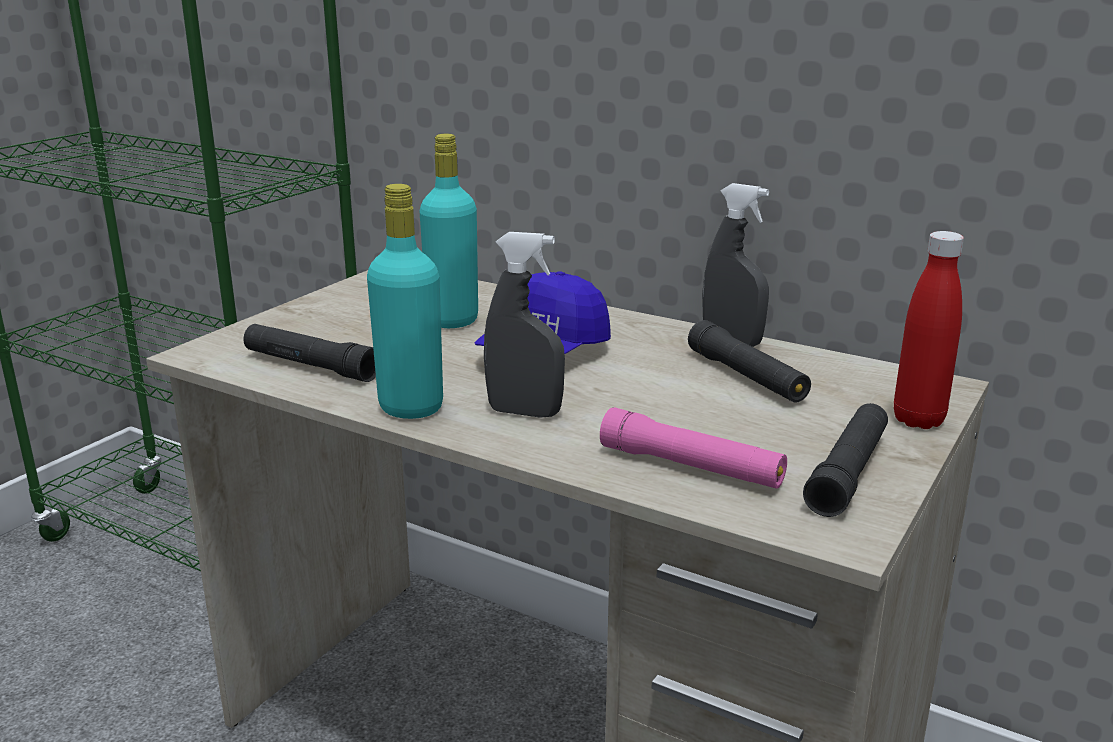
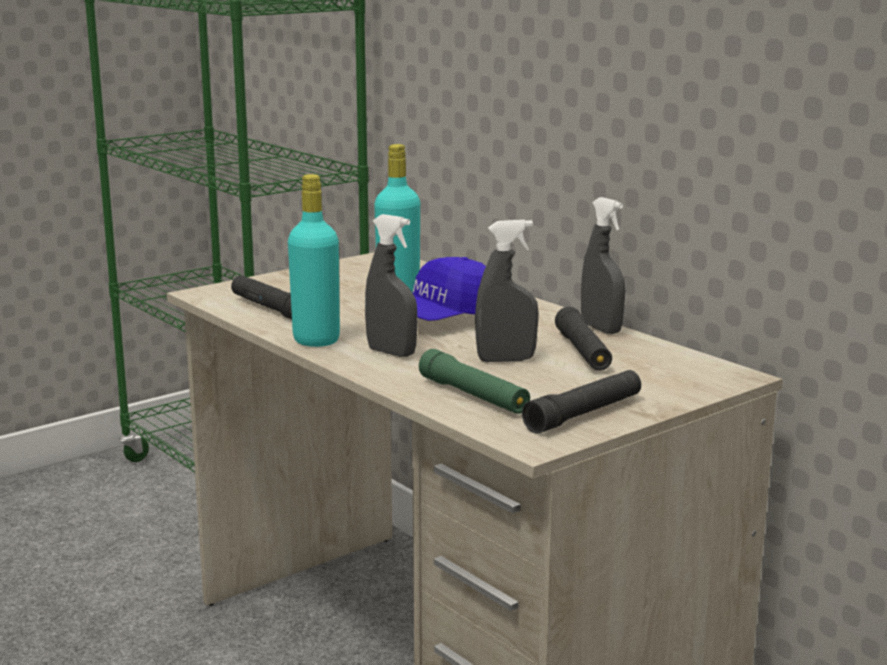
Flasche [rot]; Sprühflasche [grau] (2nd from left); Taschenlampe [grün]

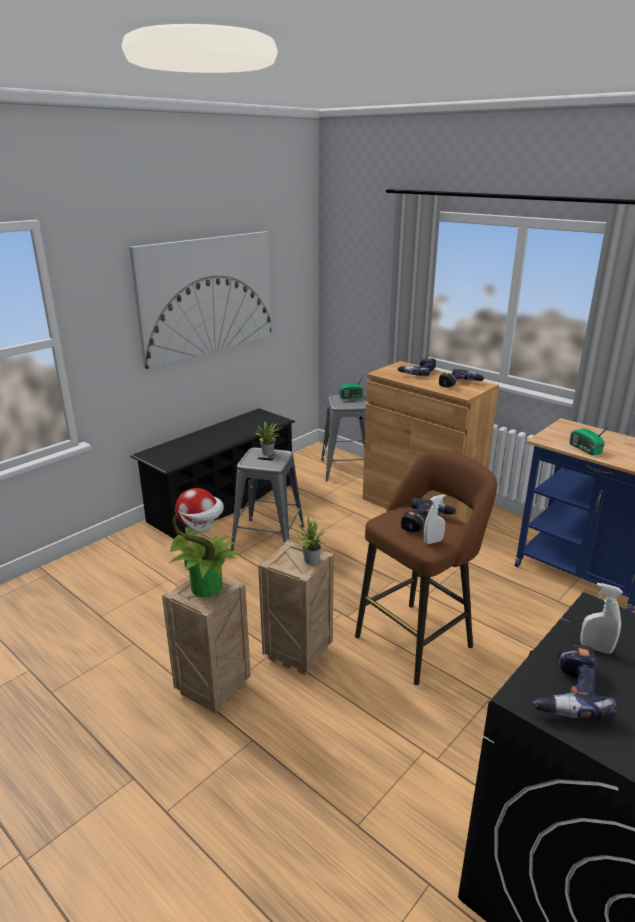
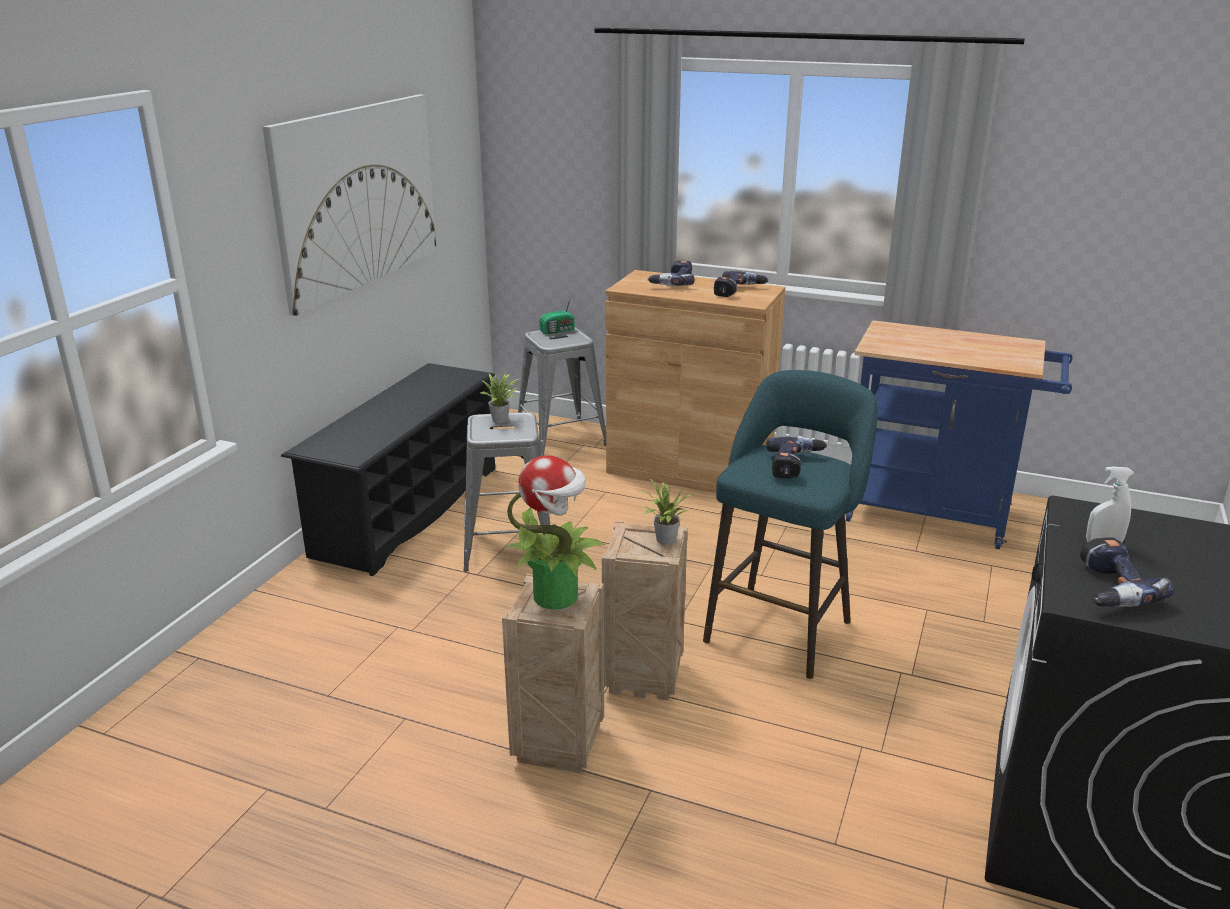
Sprühflasche [weiß] (1st from left in the first image); Radio (2nd from left in the first image); Hocker [türkis]

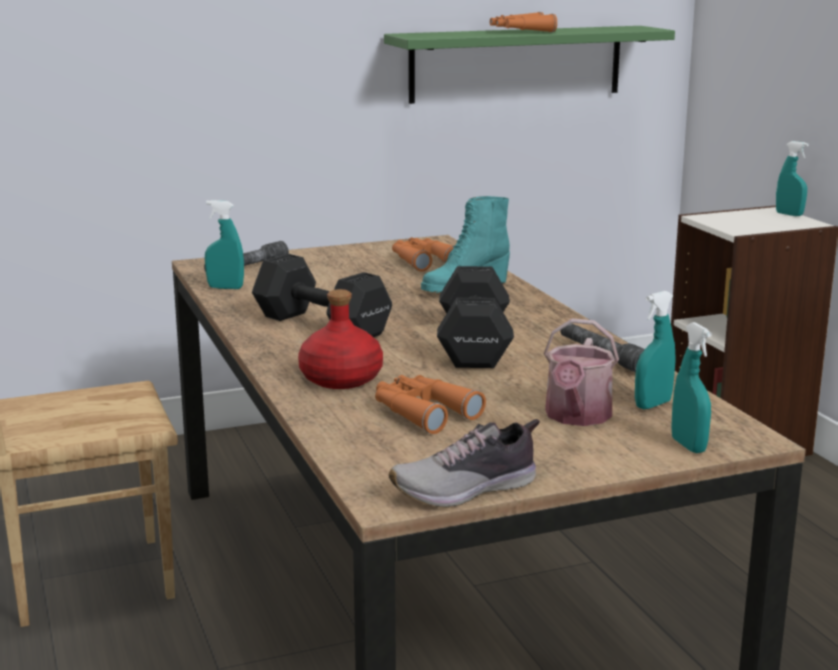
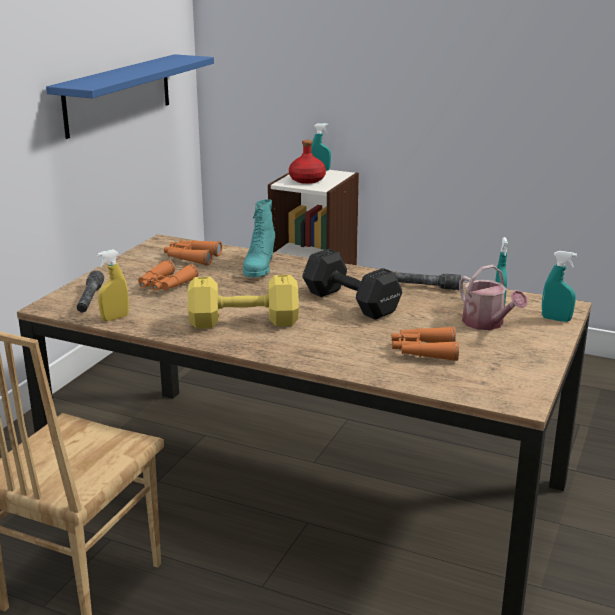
Schuh; Flasche [rot]; Fernglas [orange] (1st from left); Sprühflasche [gelb]; Hantel [gelb]; Wandregal [blau]

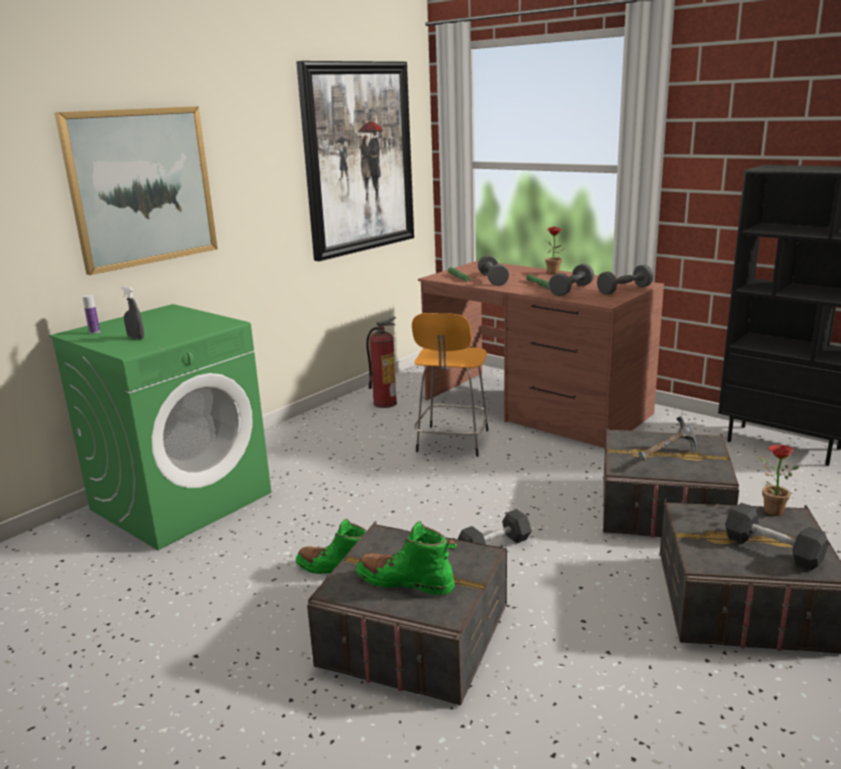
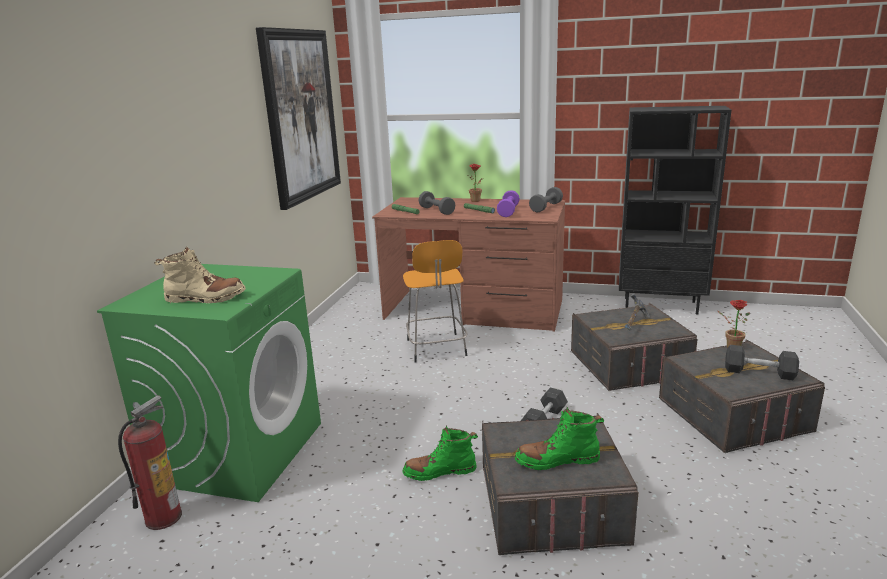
Bild (1st from left in the first image); Flasche; Feuerlöscher; Stiefel [beige]; Hantel [lila]

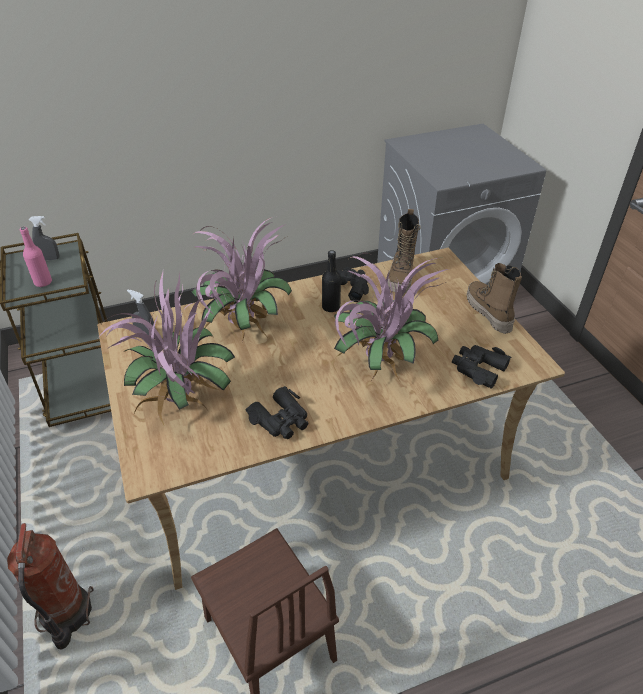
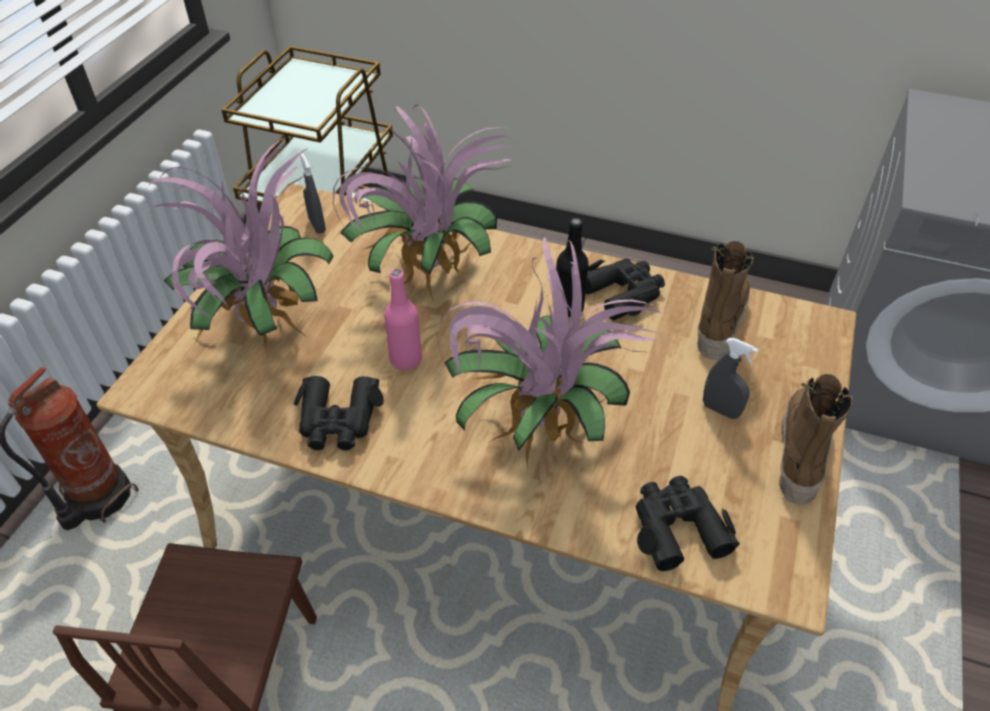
Flasche [rosa]; Sprühflasche [grau] (2nd from left); Stiefel (1st from left)

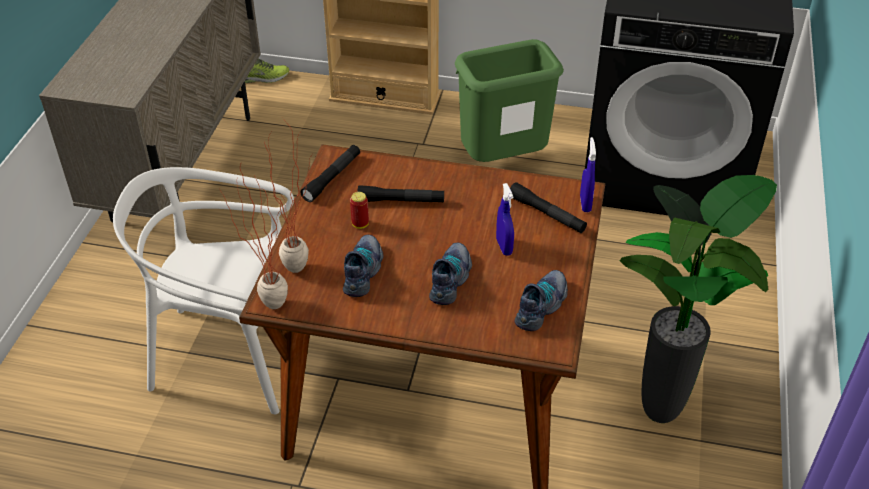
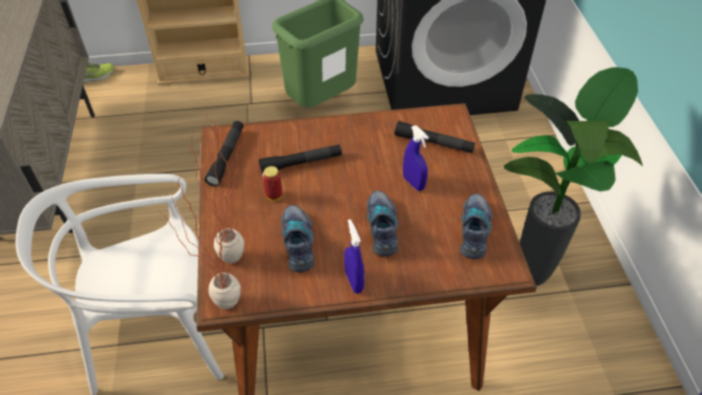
Sprühflasche [blau] (1st from left)

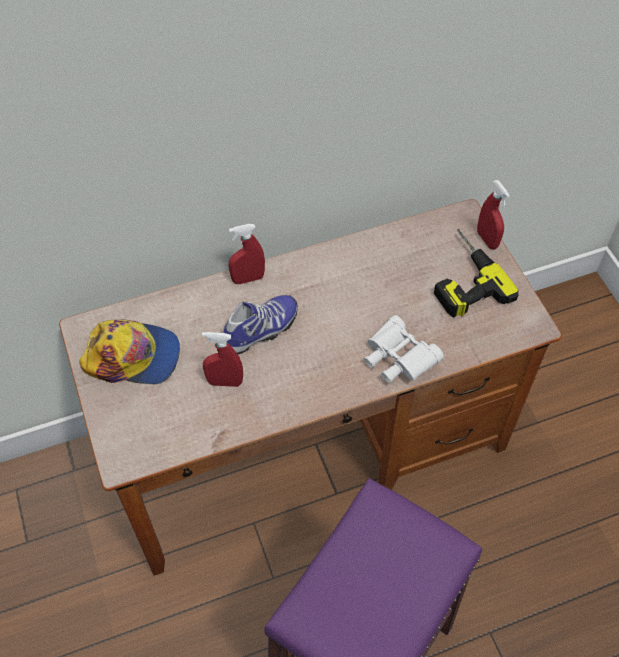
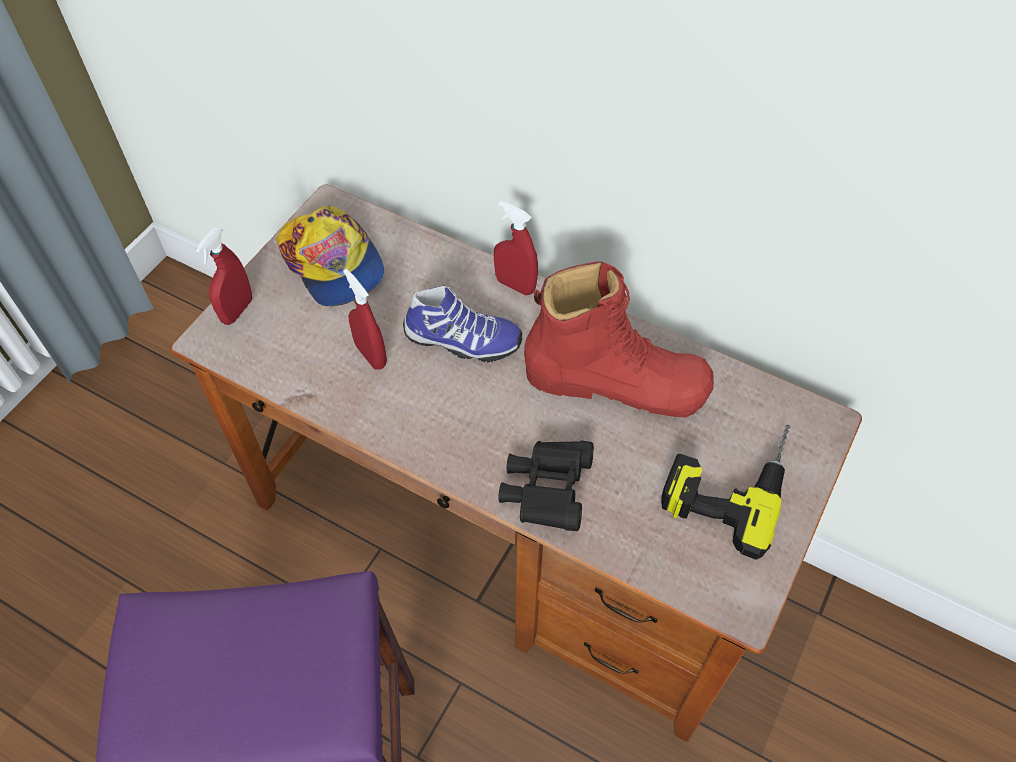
Stiefel [rot]; Sprühflasche [rot] (1st from left); Fernglas [schwarz]

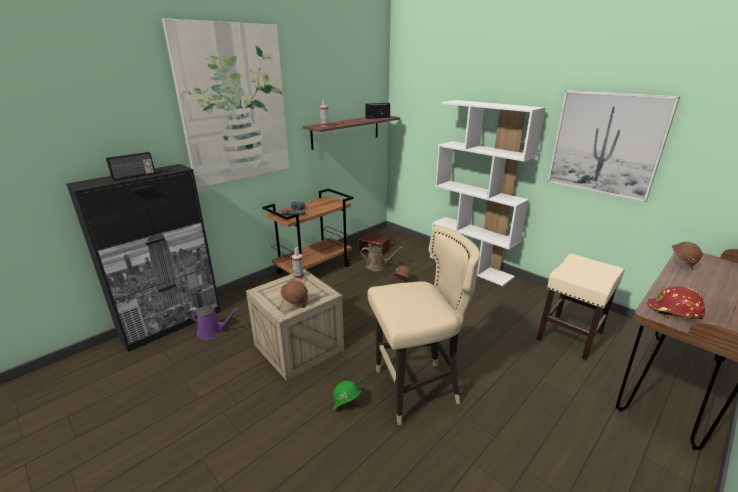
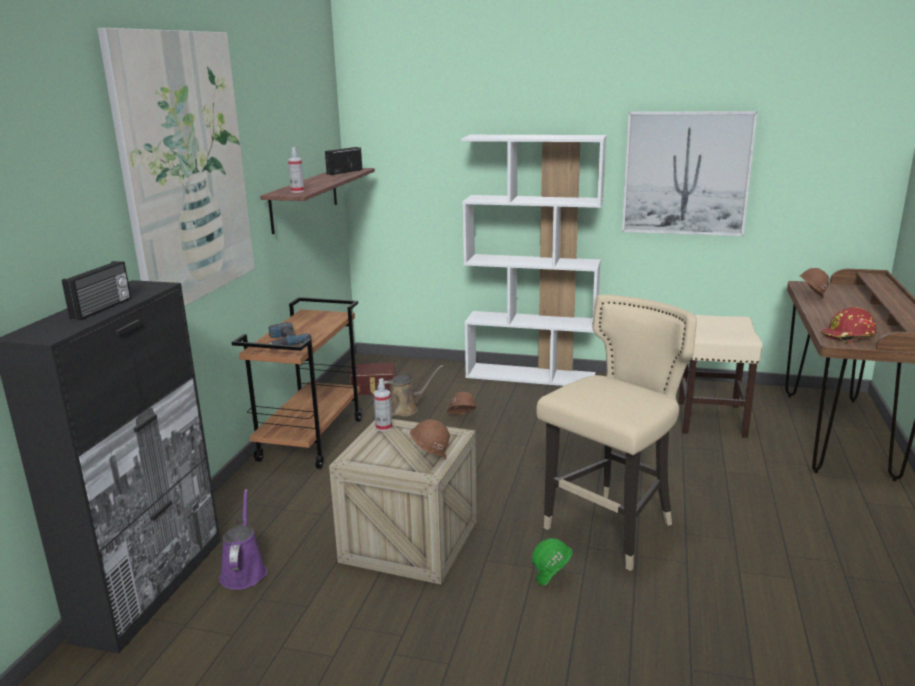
Gießkanne [lila]

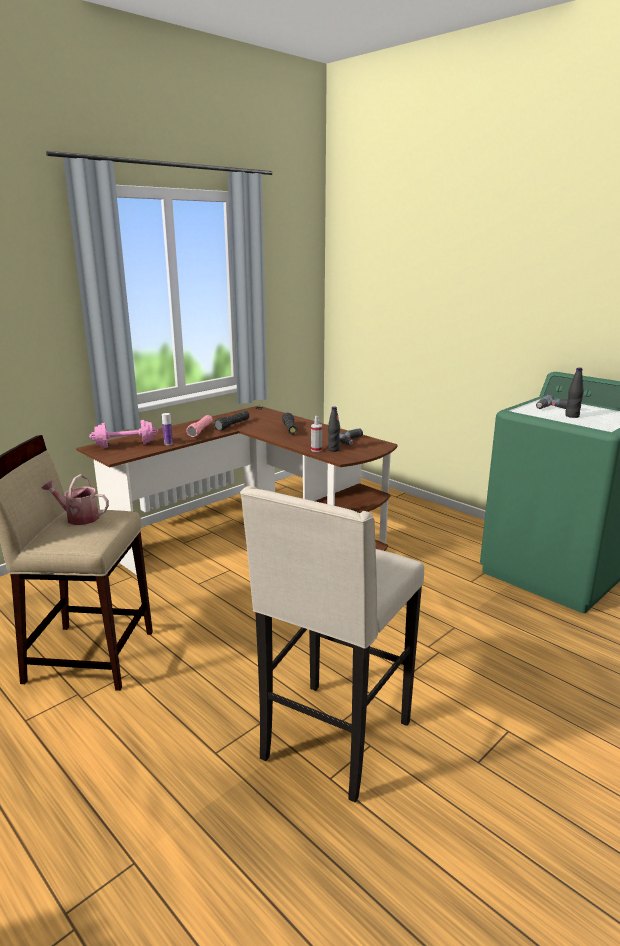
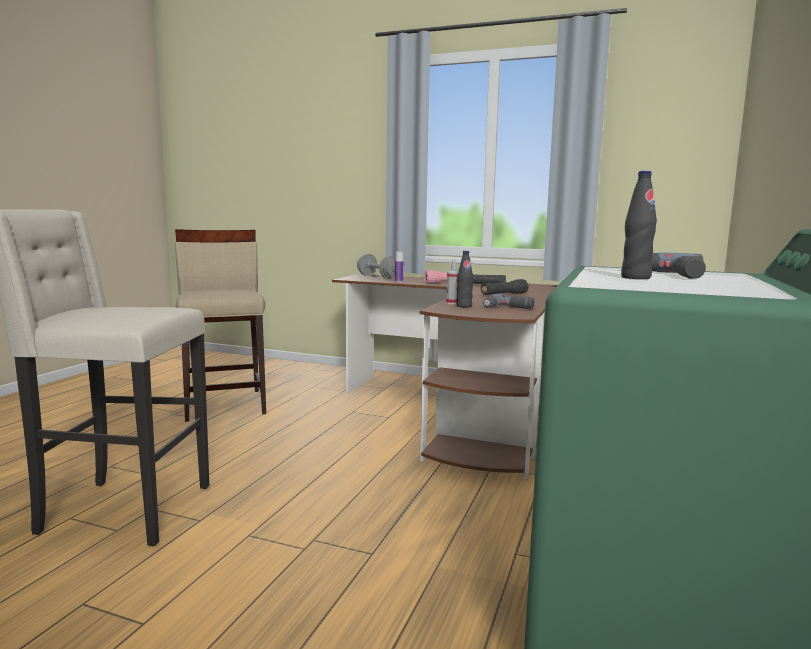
Gießkanne; Hantel [grau]

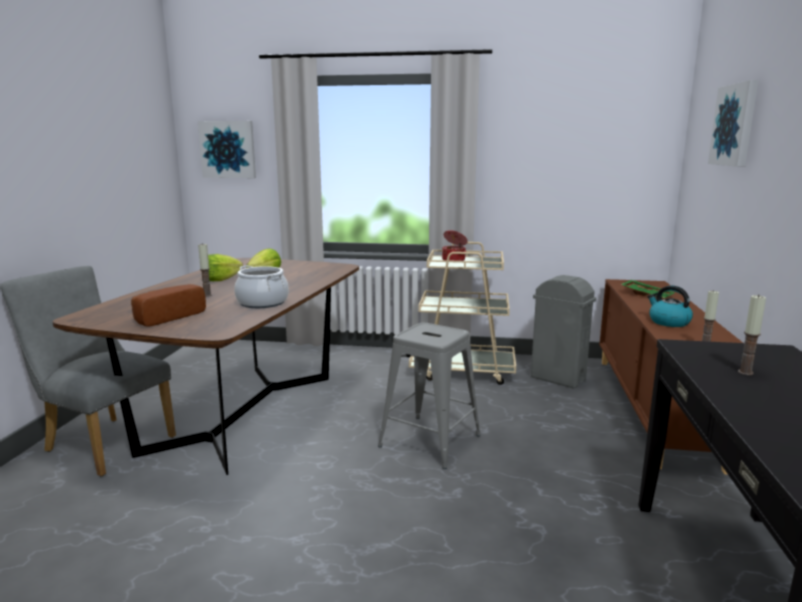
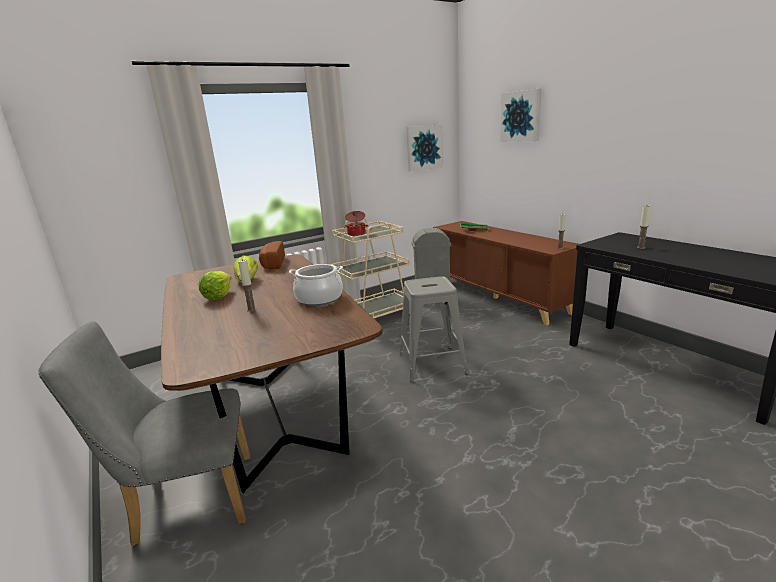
Wasserkessel; Brot; Bild (1st from left)

